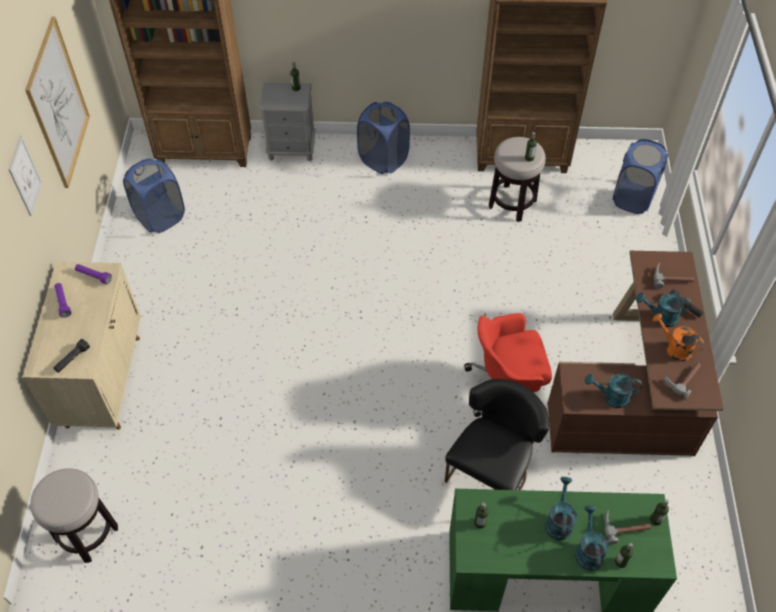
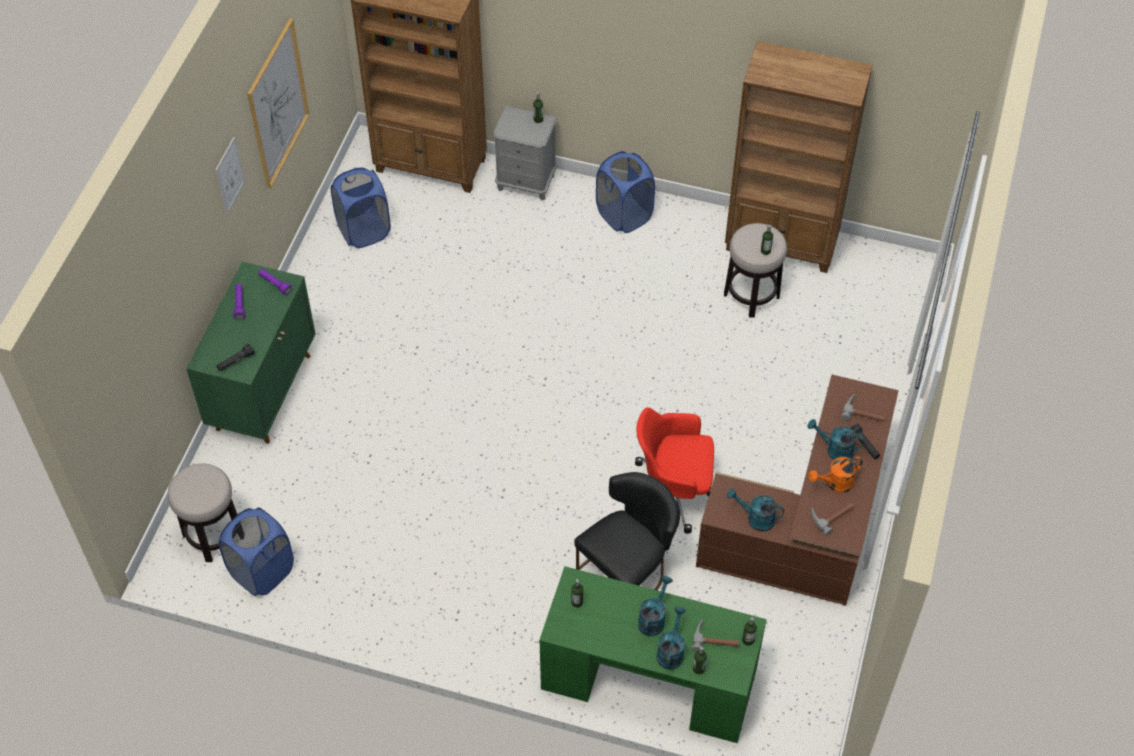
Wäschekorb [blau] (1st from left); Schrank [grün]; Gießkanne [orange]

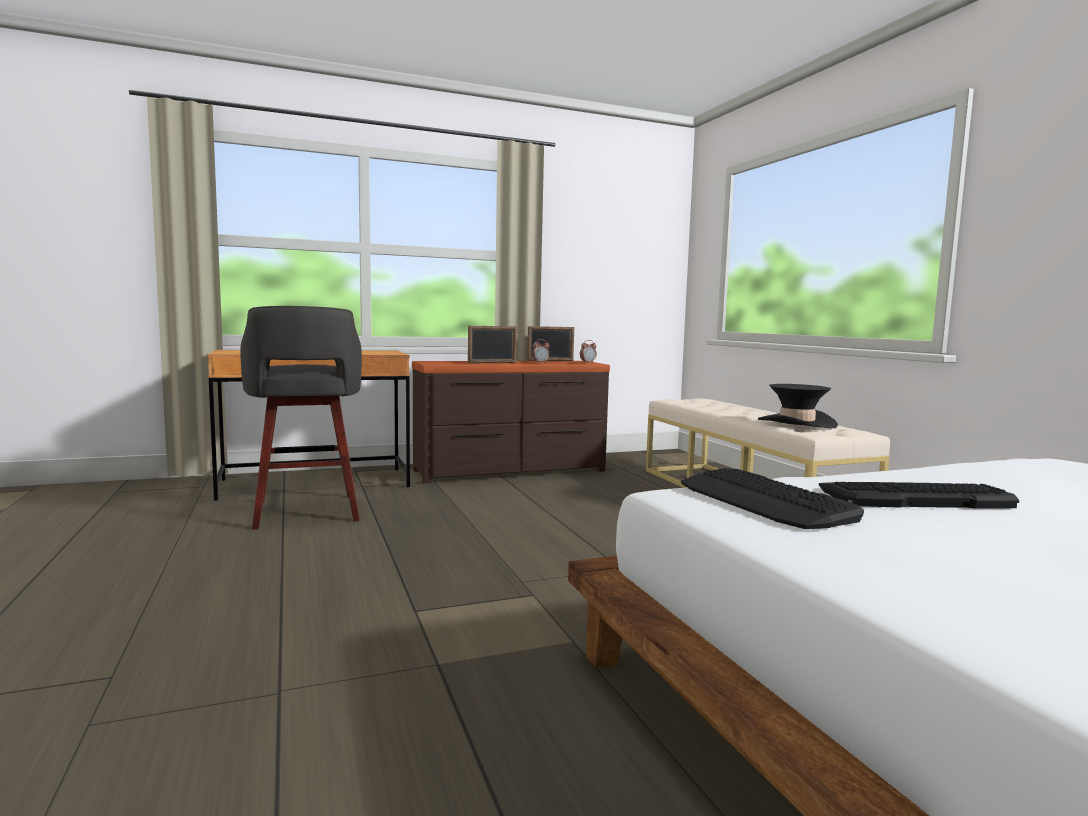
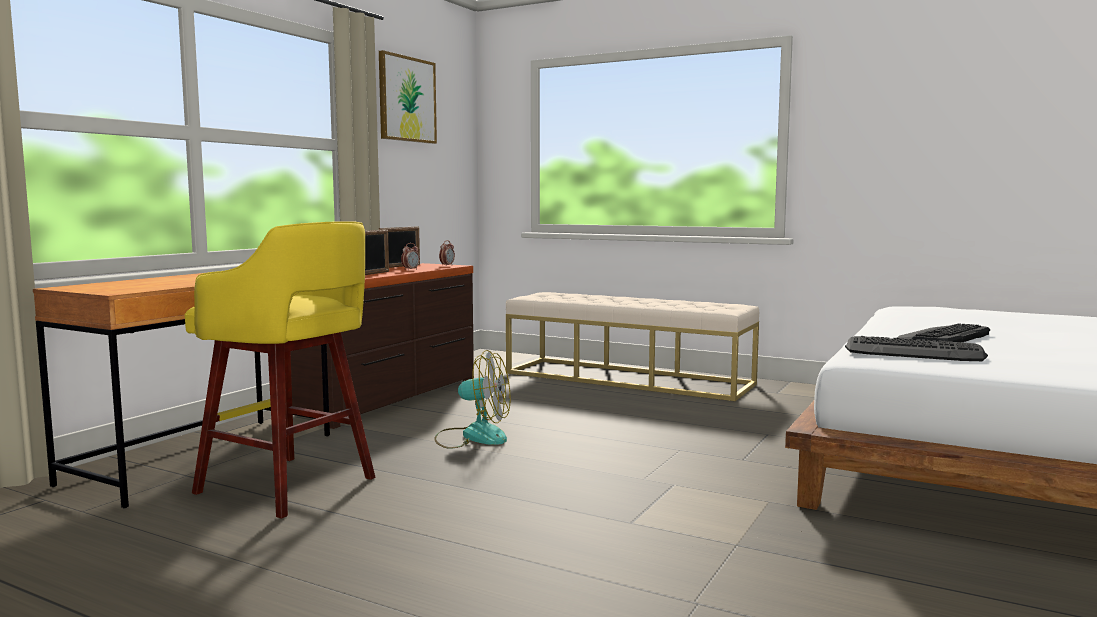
Hut [schwarz]; Bild; Ventilator; Hocker [gelb]

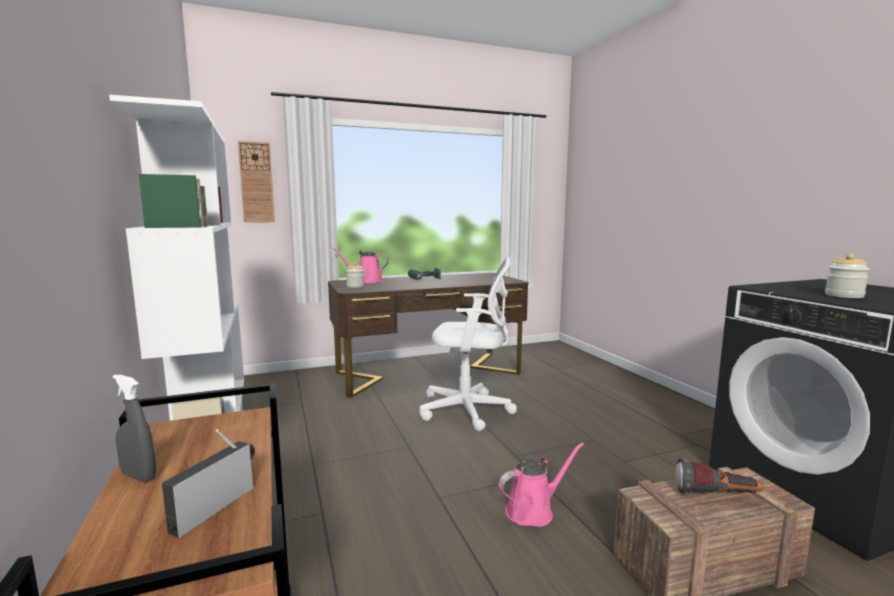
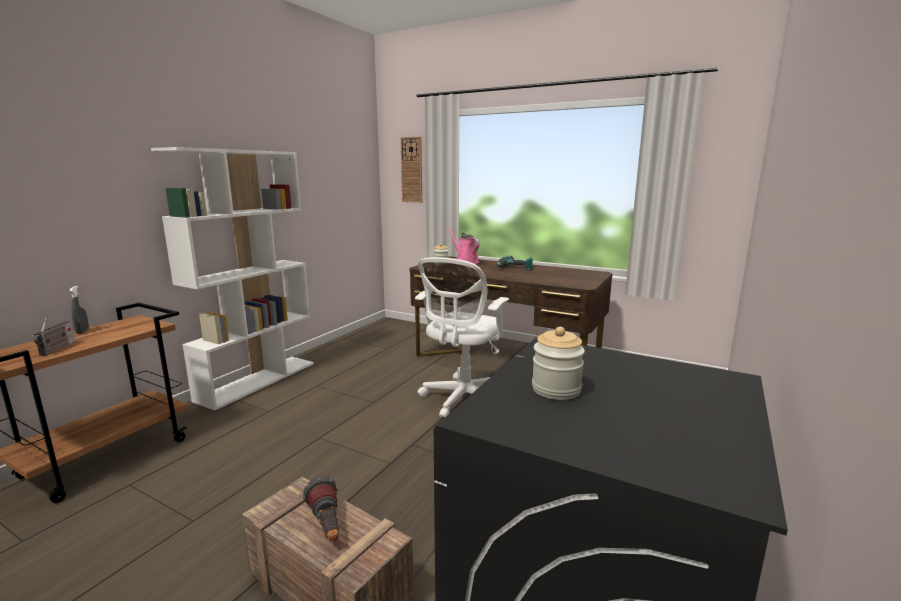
Gießkanne [rosa] (2nd from left in the first image); Radio; Bürostuhl [weiß]

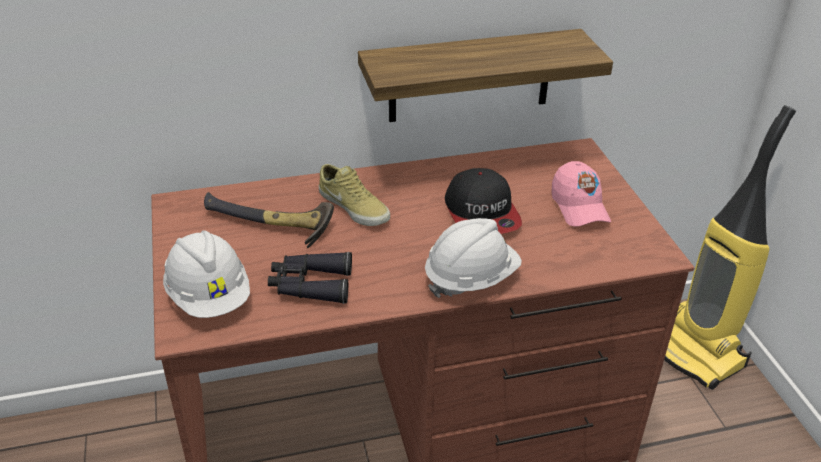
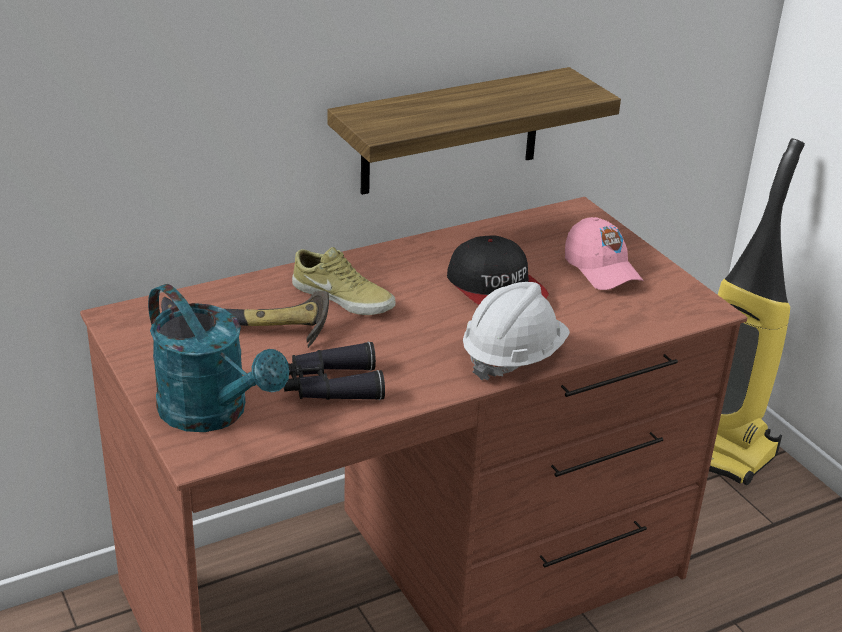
Gießkanne [türkis]

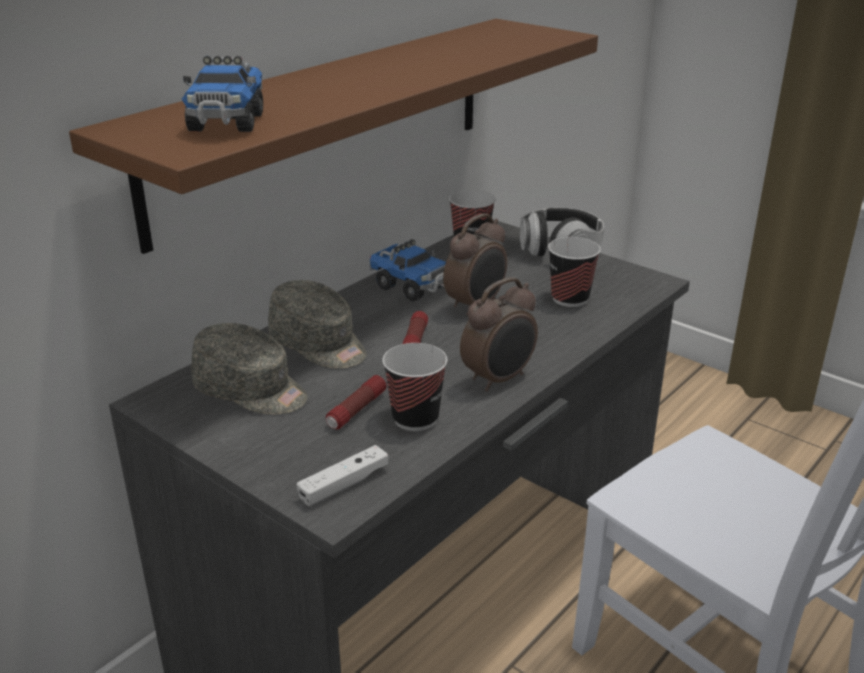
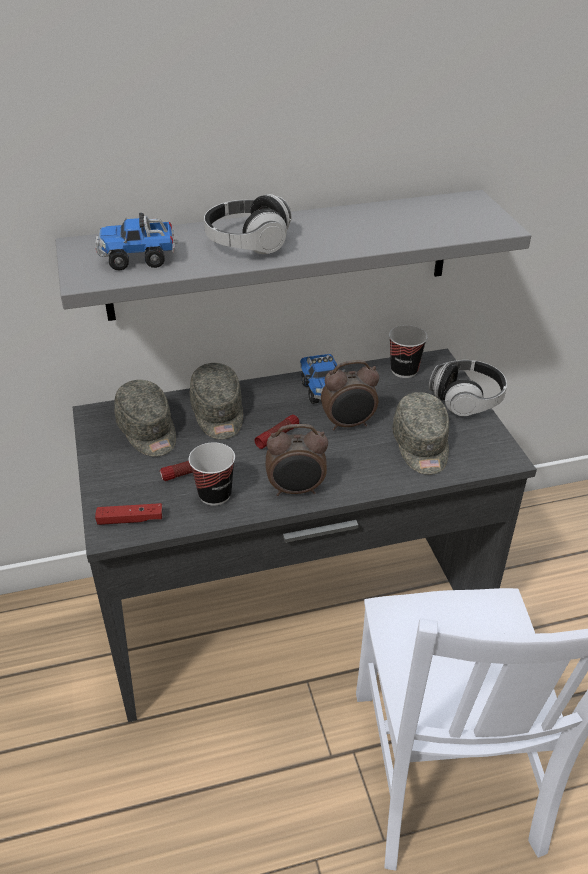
Kopfhörer (1st from left); Kappe [grau] (3rd from left); Wandregal [grau]; Gamepad [rot]; Spielzeuglaster (1st from left)

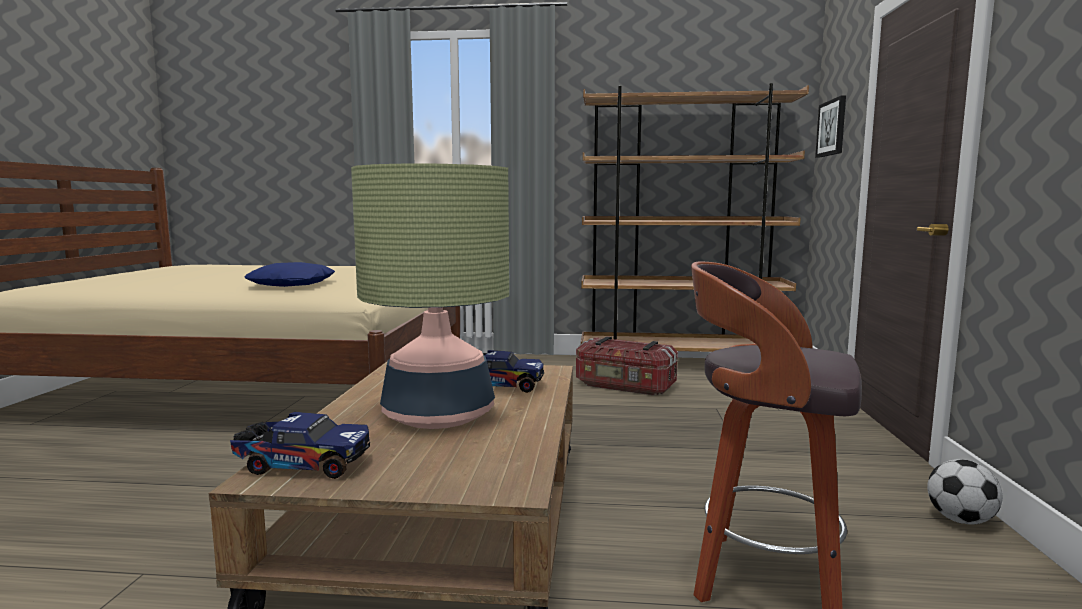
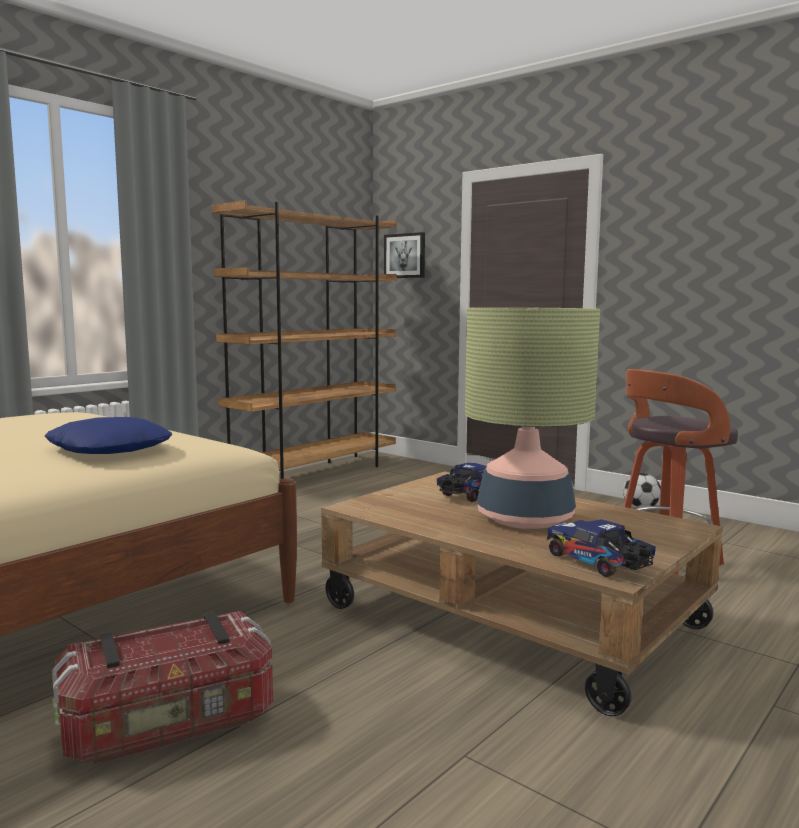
Aufbewahrungsbox; Spielzeuglaster (2nd from left)

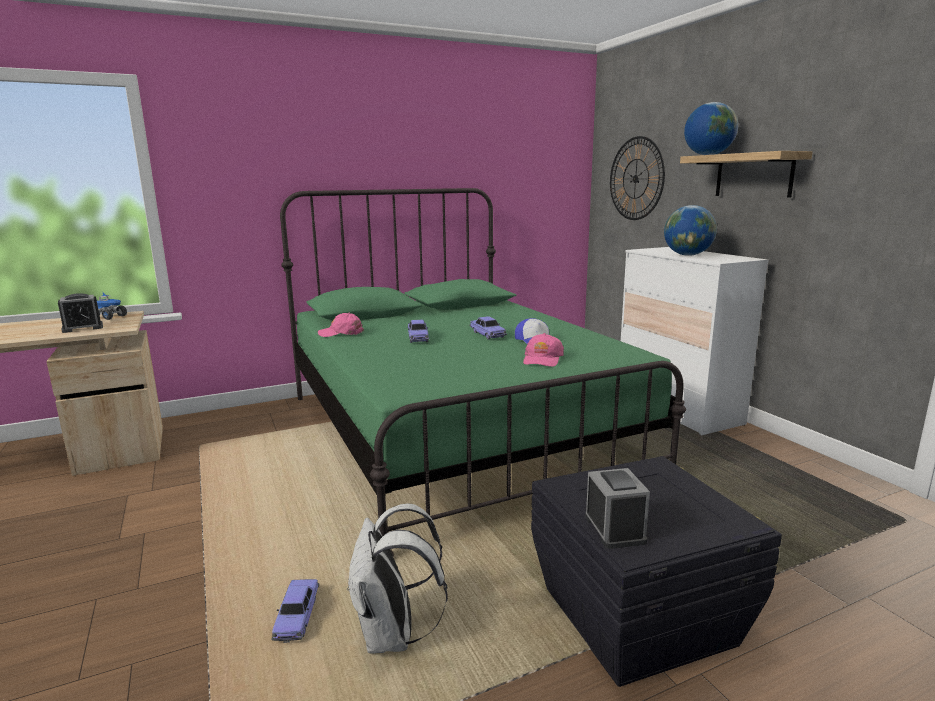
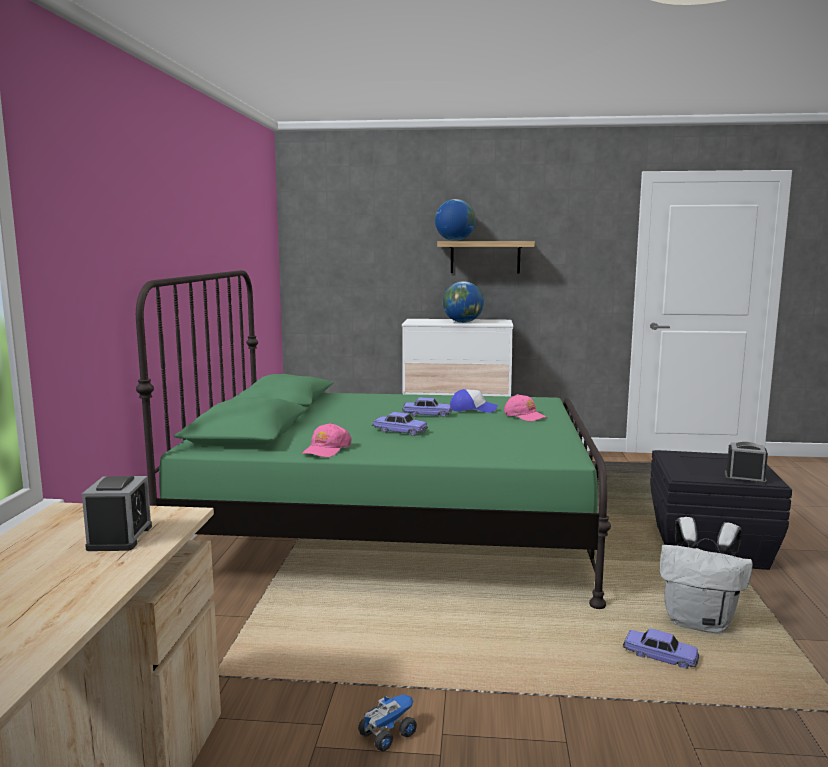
Wanduhr; Spielzeuglaster

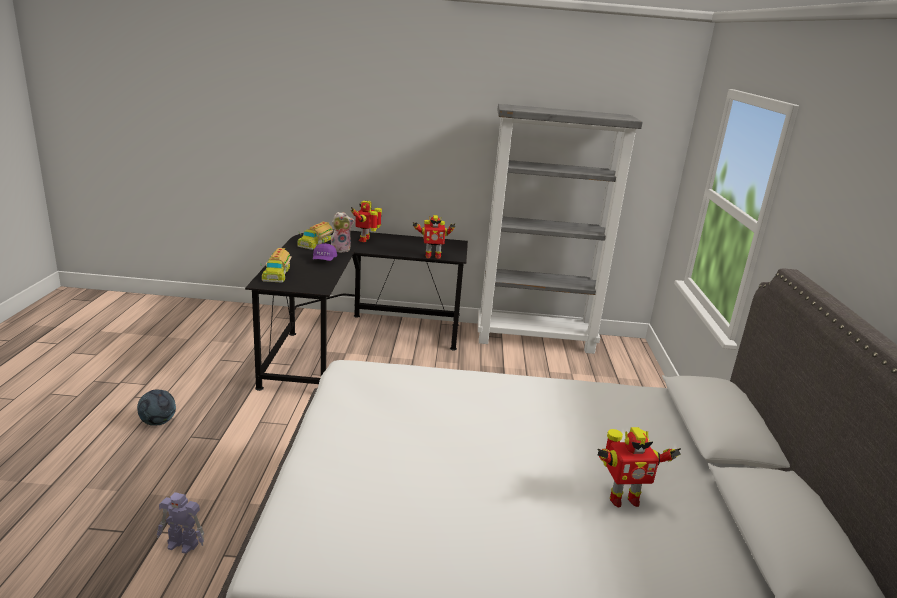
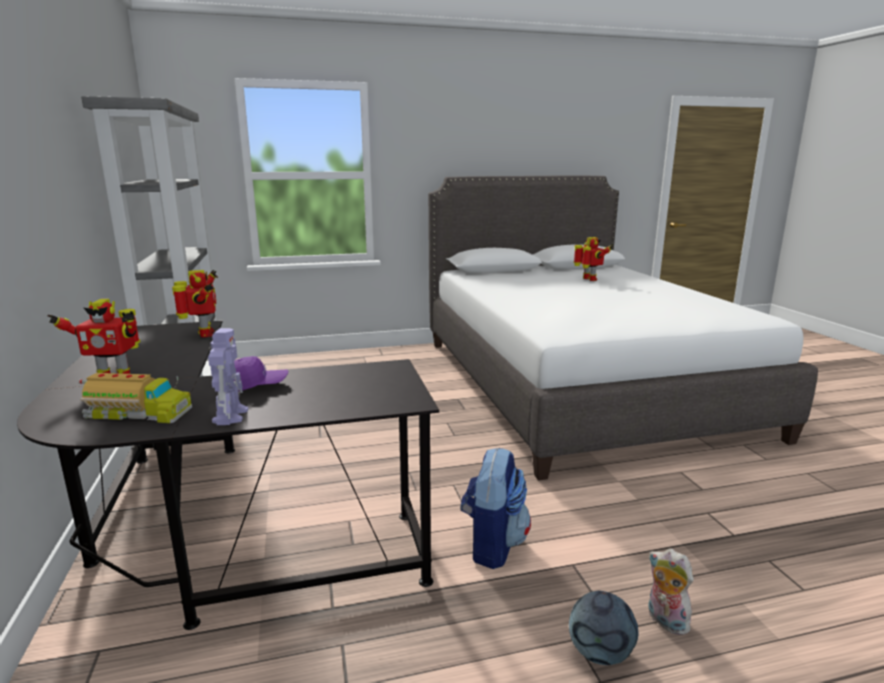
Spielzeuglaster (1st from left in the first image); Rucksack; Spielzeugroboter (3rd from left); Plüschtier

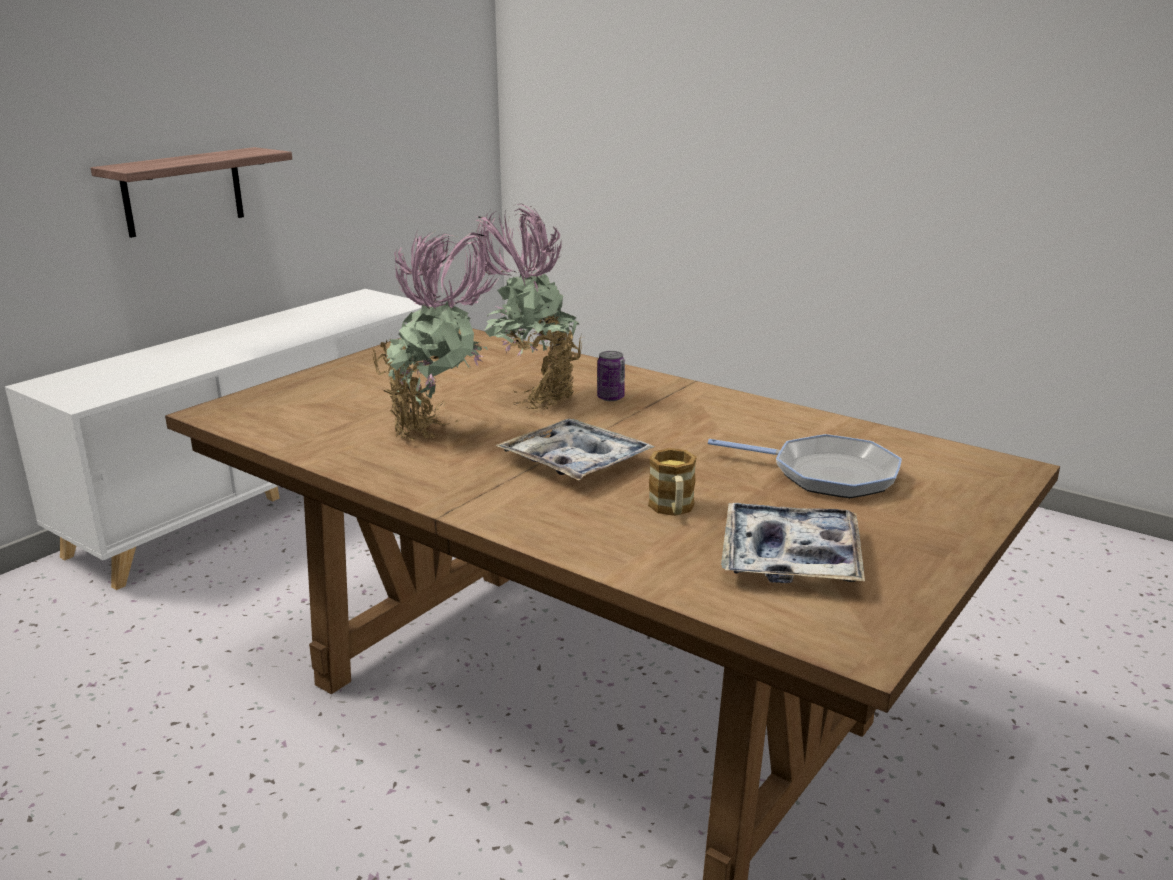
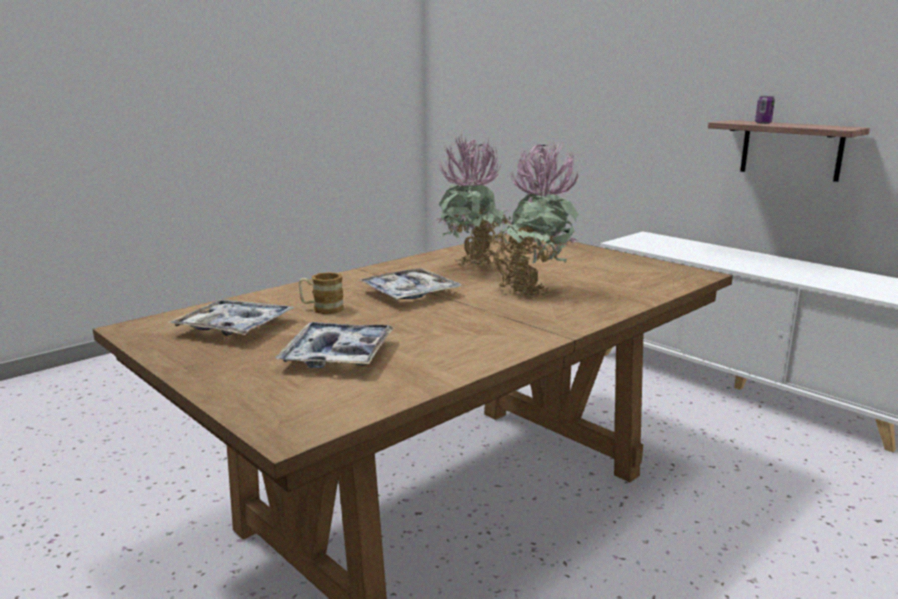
Dose; Tablett (2nd from left)

